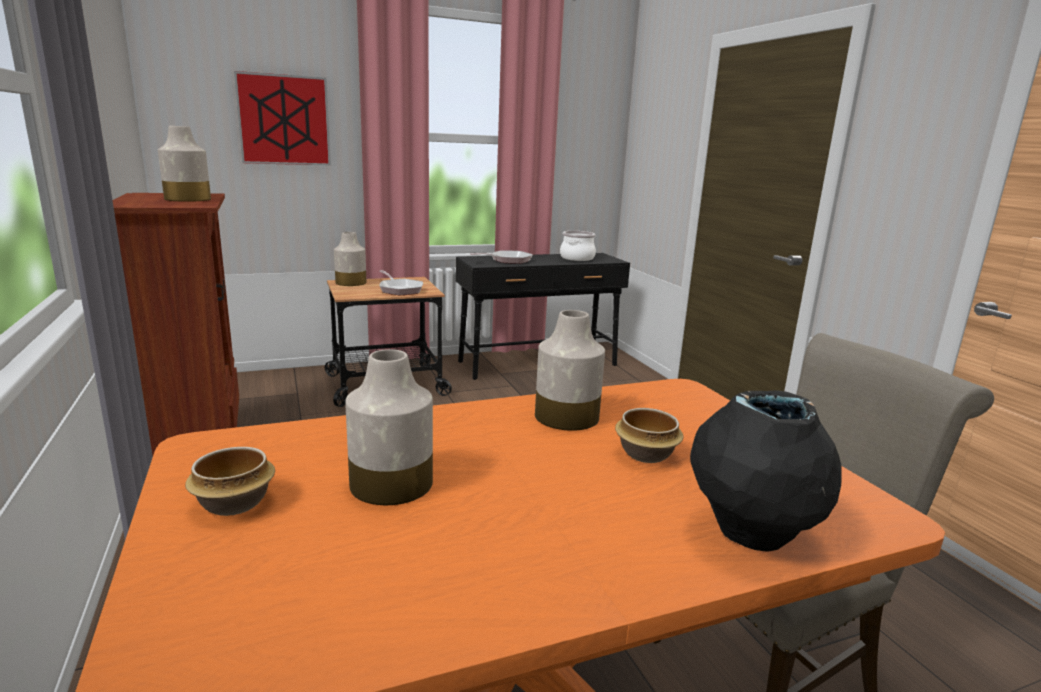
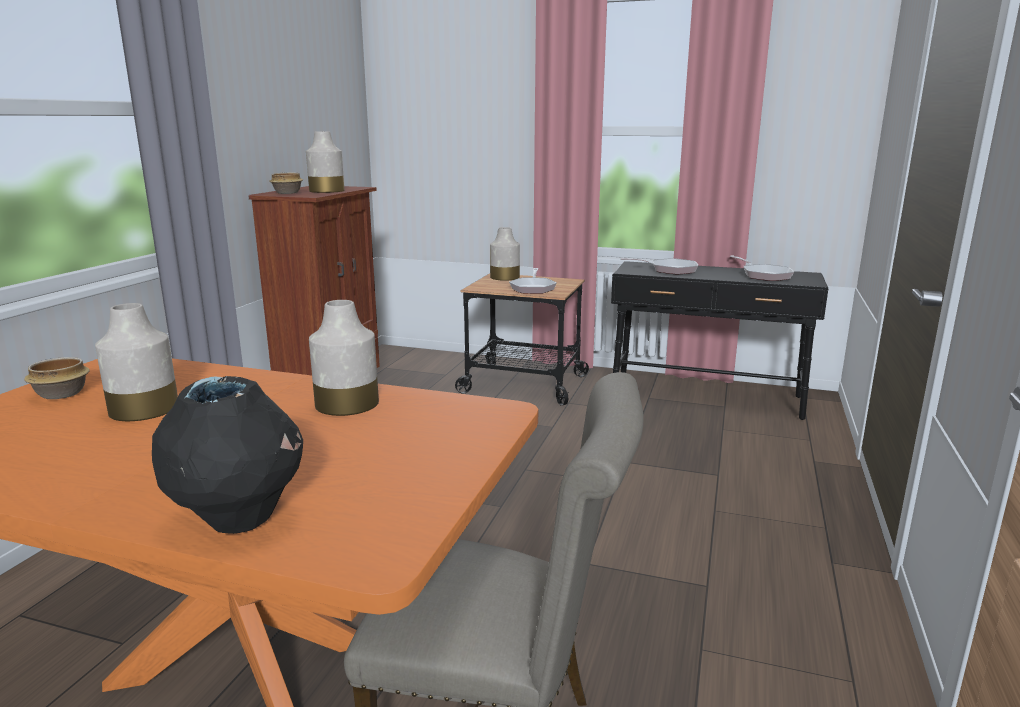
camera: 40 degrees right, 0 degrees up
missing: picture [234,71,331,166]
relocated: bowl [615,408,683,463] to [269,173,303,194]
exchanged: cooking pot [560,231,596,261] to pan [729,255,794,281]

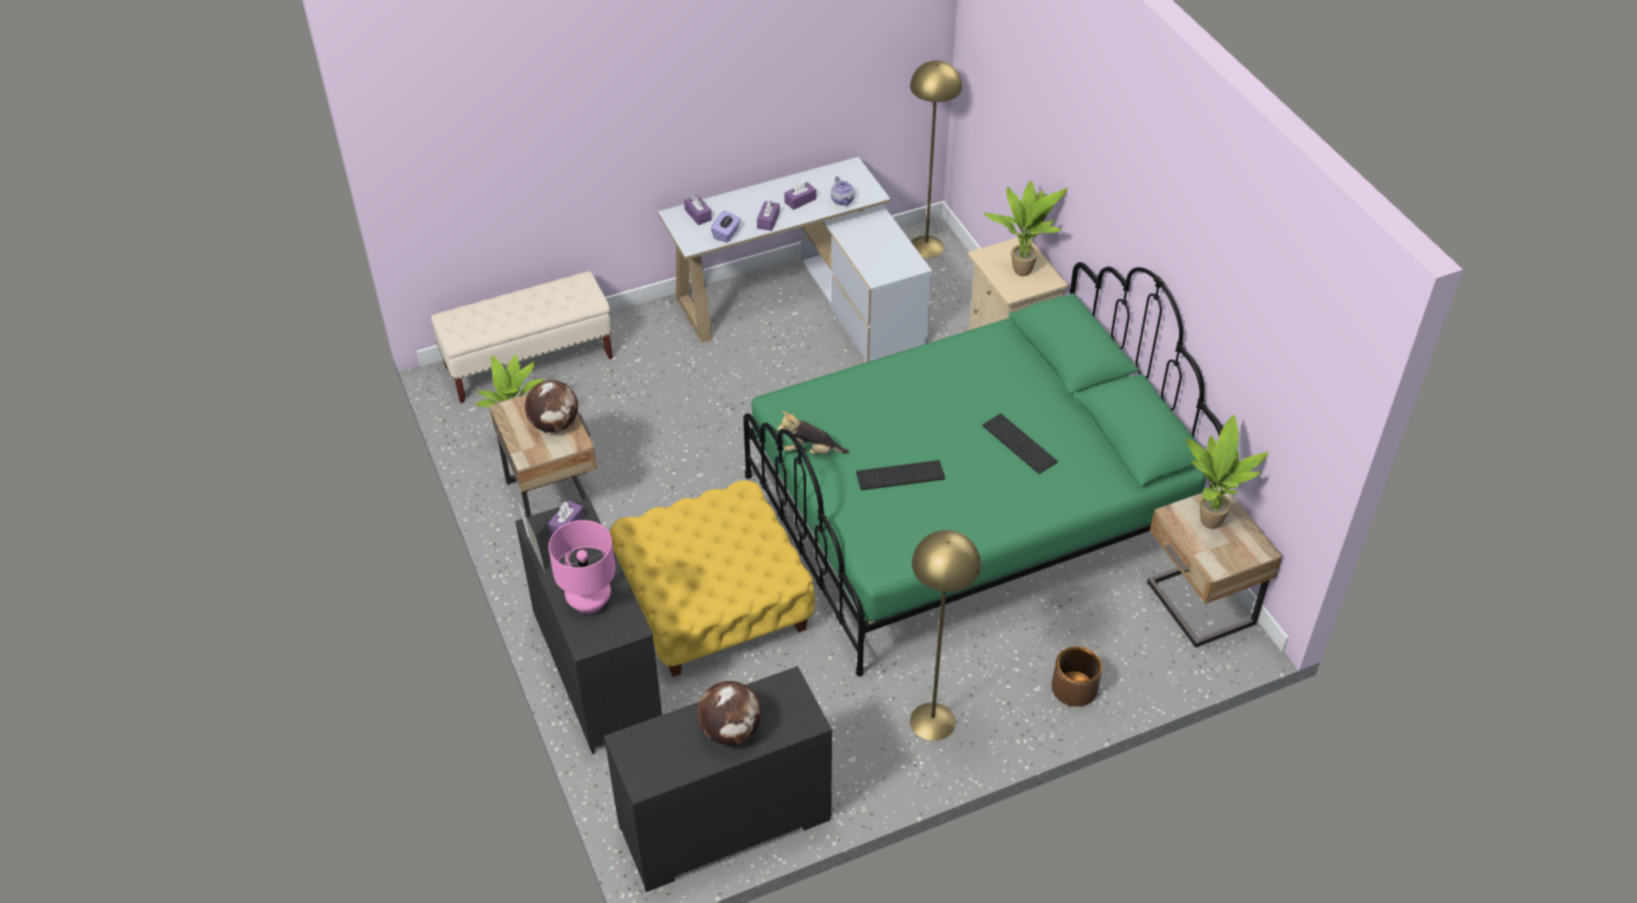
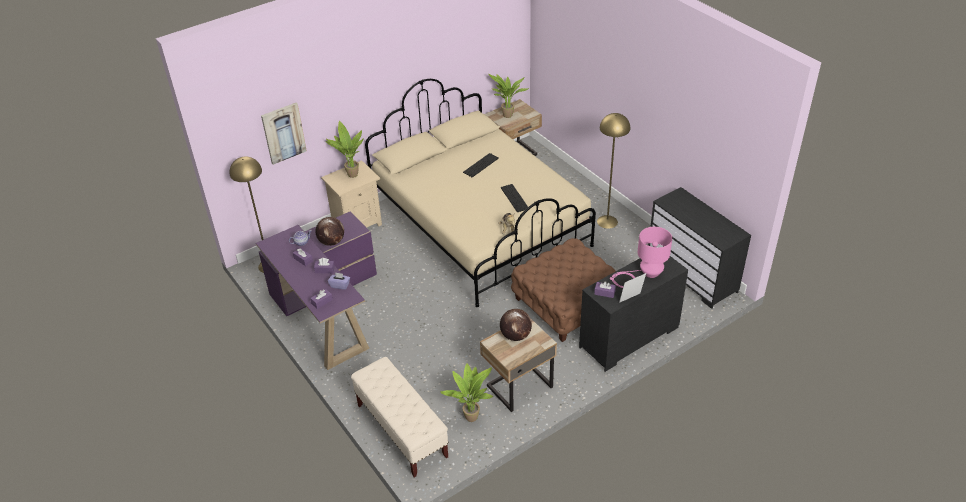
camera: 100 degrees left, 5 degrees down
missing: brown flower pot [1052,646,1102,707]
appeared: picture [261,103,307,165]
relocated: world globe [698,681,761,745] to [316,217,344,246]
colour: white desk unit [658,157,932,362] to purple desk unit [256,211,377,370]; greenish sleeping bed [743,262,1223,676] to beige sleeping bed [365,79,596,307]; yellow pouffe [610,480,815,677] to brown pouffe [511,238,616,342]

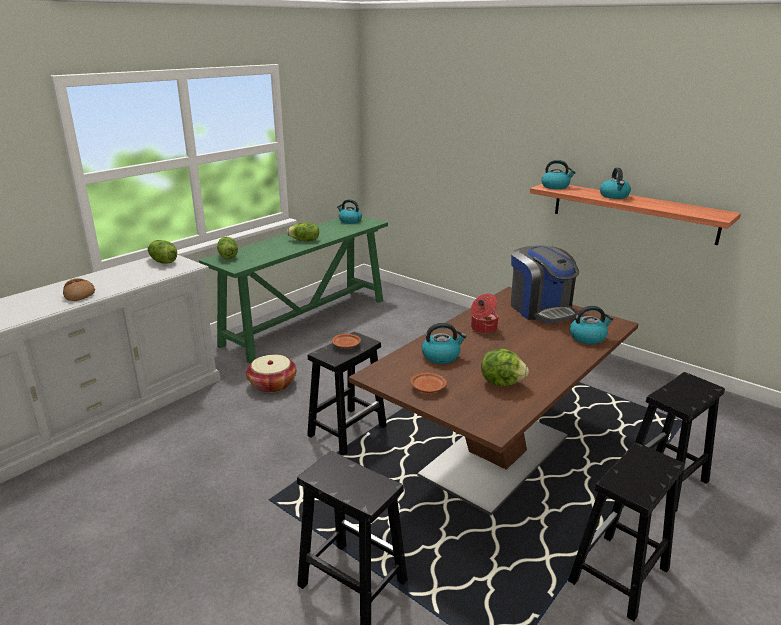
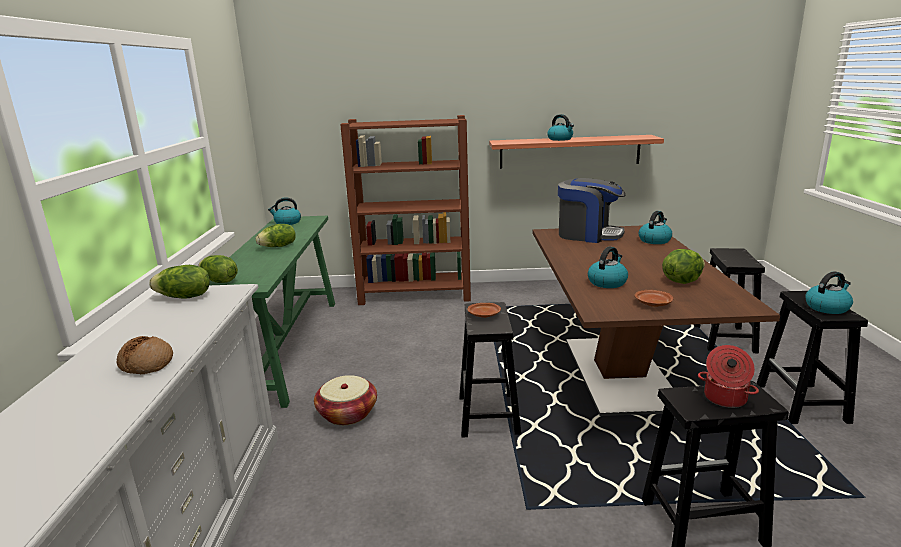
camera: 40 degrees left, 5 degrees down
appeared: brown bookcase [340,115,471,305]
relocated: cooking pot [471,293,499,334] to [698,345,759,408]; kettle [542,160,576,189] to [805,271,853,314]

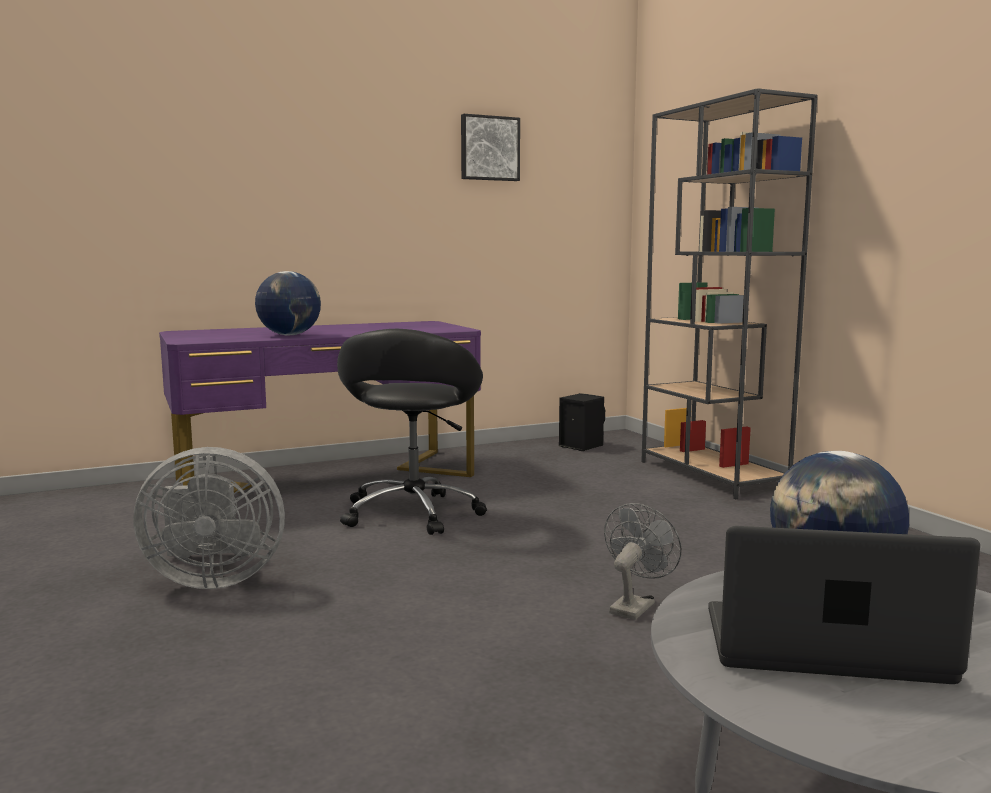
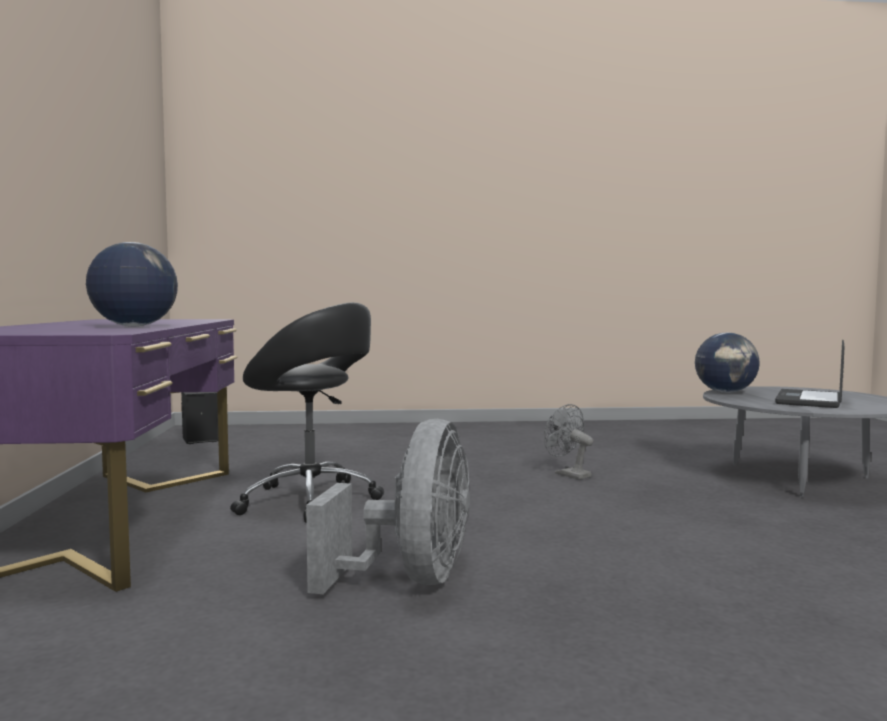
camera: 70 degrees left, 5 degrees down
missing: picture [461,114,520,181]; bookcase [641,88,817,499]

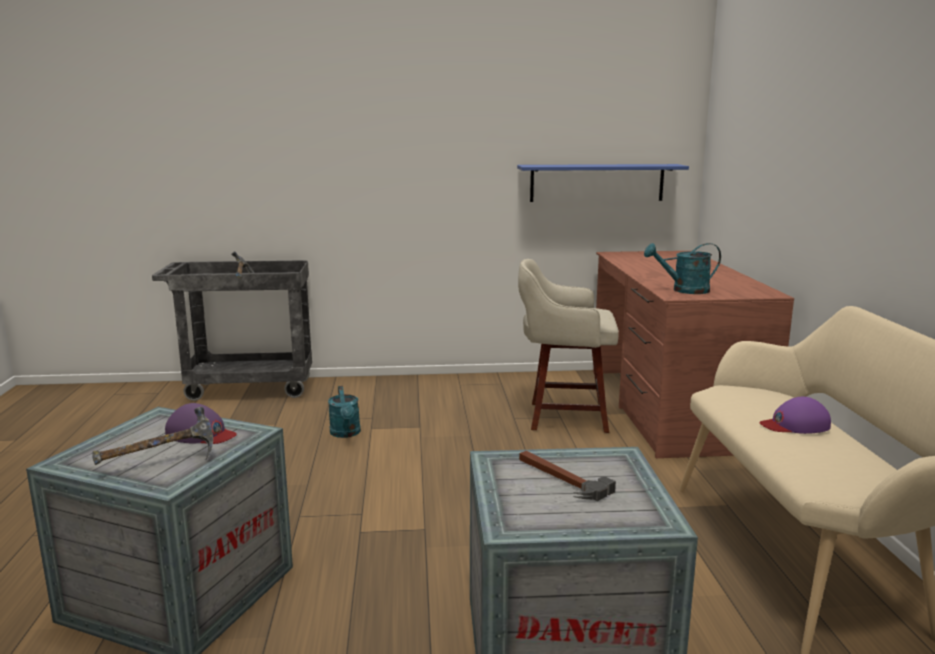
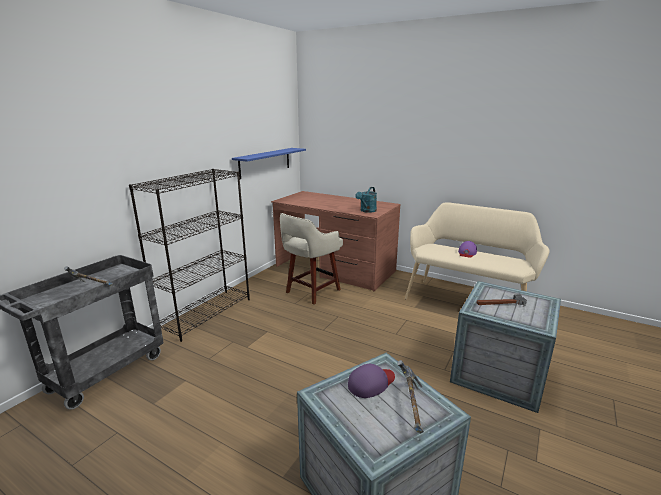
camera: 55 degrees left, 5 degrees up
missing: blue-green sprinkling can [328,386,361,438]
appeared: black bookcase [129,169,250,342]

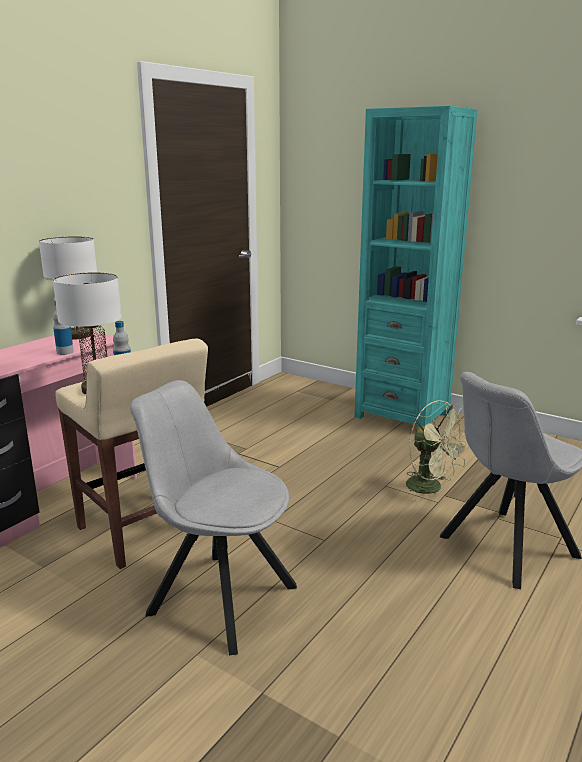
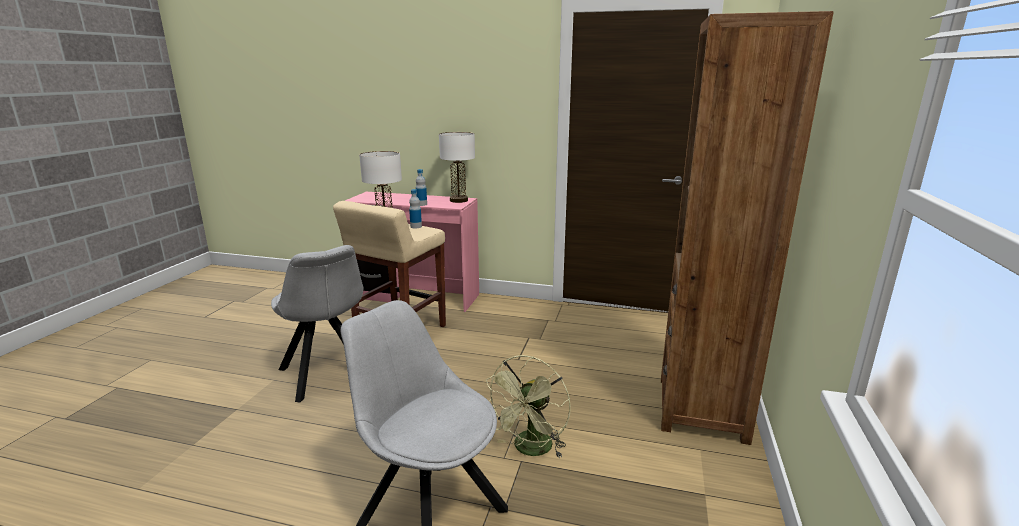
camera: 70 degrees right, 0 degrees up
colour: blue-green bookcase [354,106,477,427] to brown bookcase [661,11,834,445]
spun: grey upright chair [130,380,297,655] = [271,245,363,403] 135 degrees clockwise

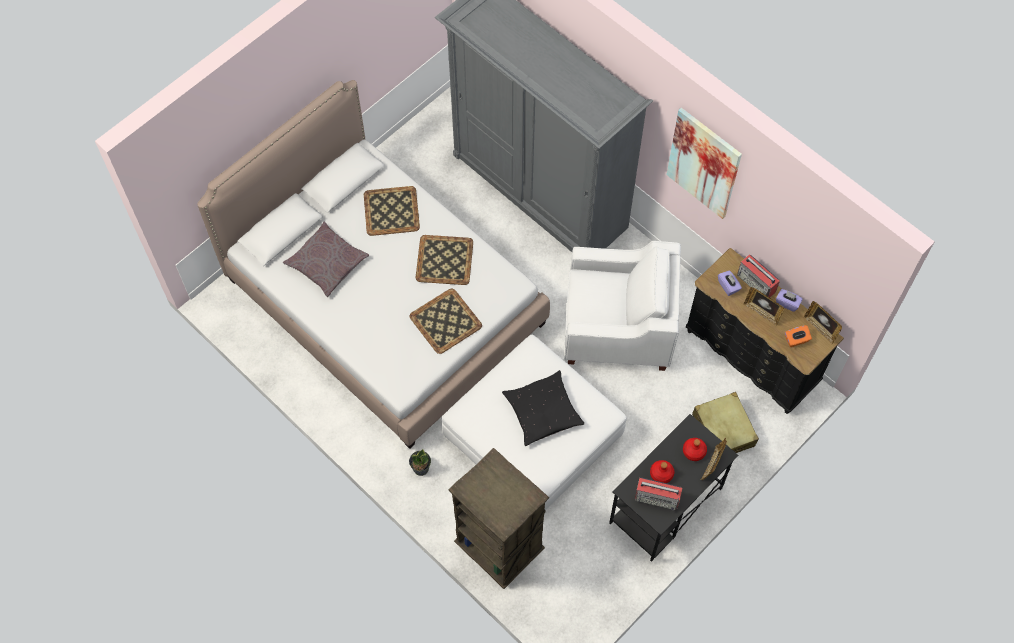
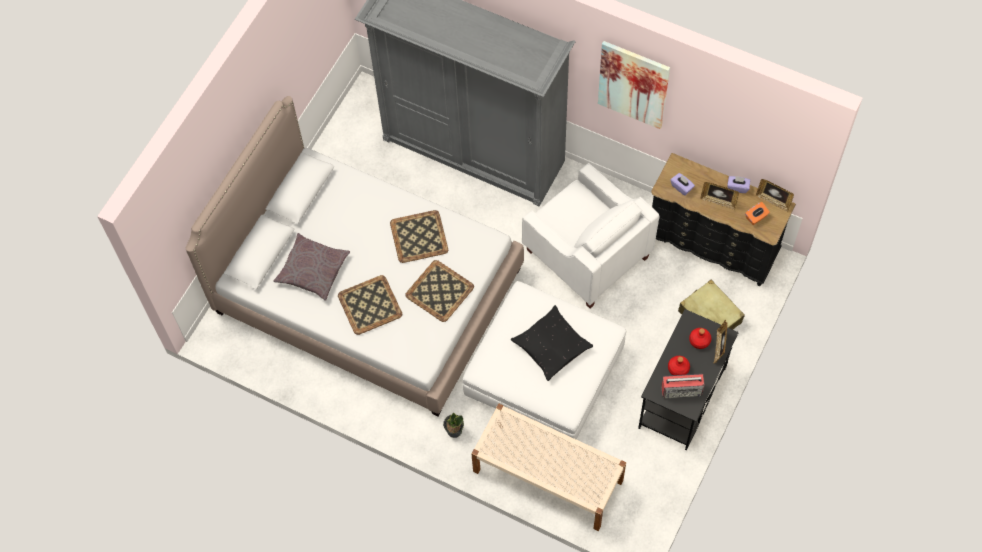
camera: 15 degrees left, 0 degrees up
missing: radio set [737,255,780,298]
relocated: tray [364,186,420,236] to [338,275,402,335]
exchanged: brown bookcase [448,448,549,589] to beige bench [471,403,626,531]
spun: white easy chair [564,241,681,371] = [522,163,660,308] 60 degrees clockwise

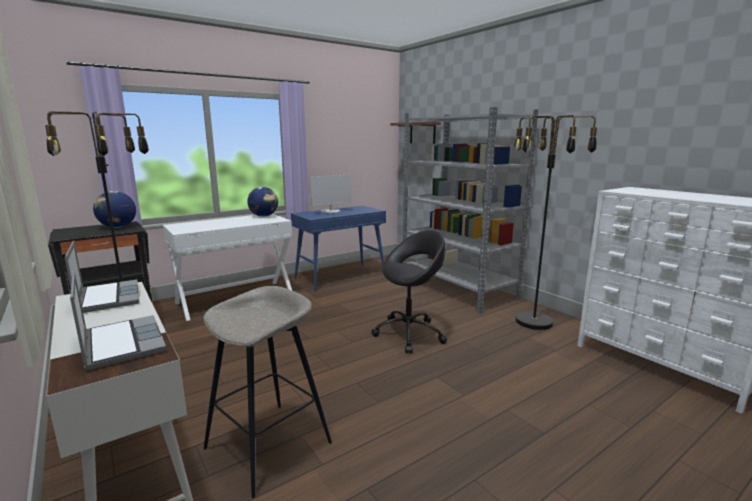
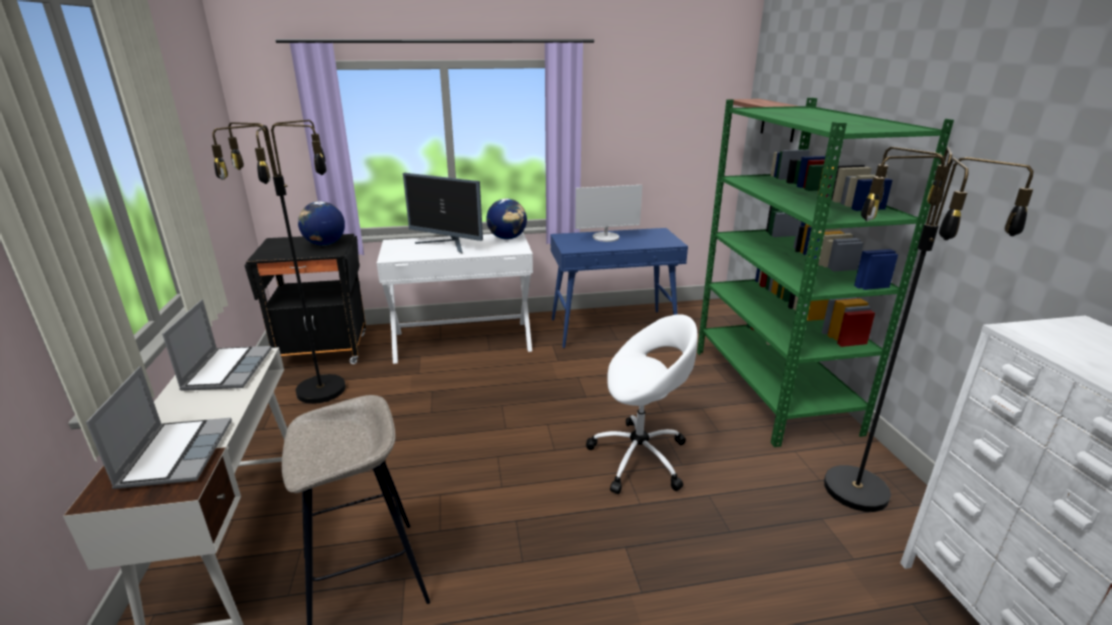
camera: 25 degrees right, 10 degrees up
appeared: computer display [403,173,483,254]
colour: black desk chair [371,230,447,354] to white desk chair [586,314,698,494]; grey bookcase [403,107,538,313] to greenish bookcase [697,98,954,447]

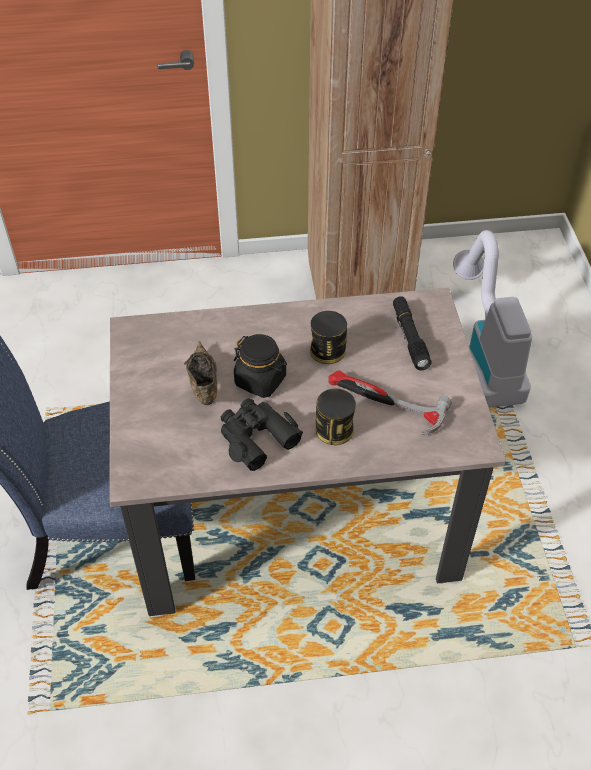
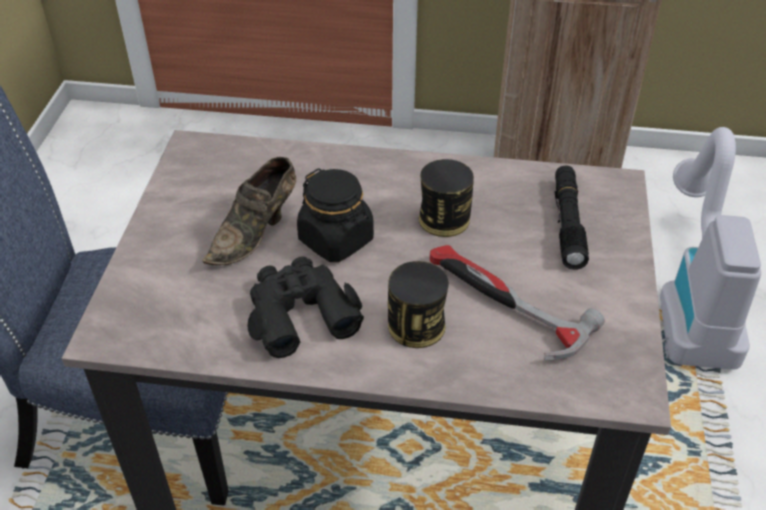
camera: 15 degrees right, 5 degrees down
spun: brown shoe [184,341,217,405] = [202,157,296,265] 150 degrees counterclockwise

